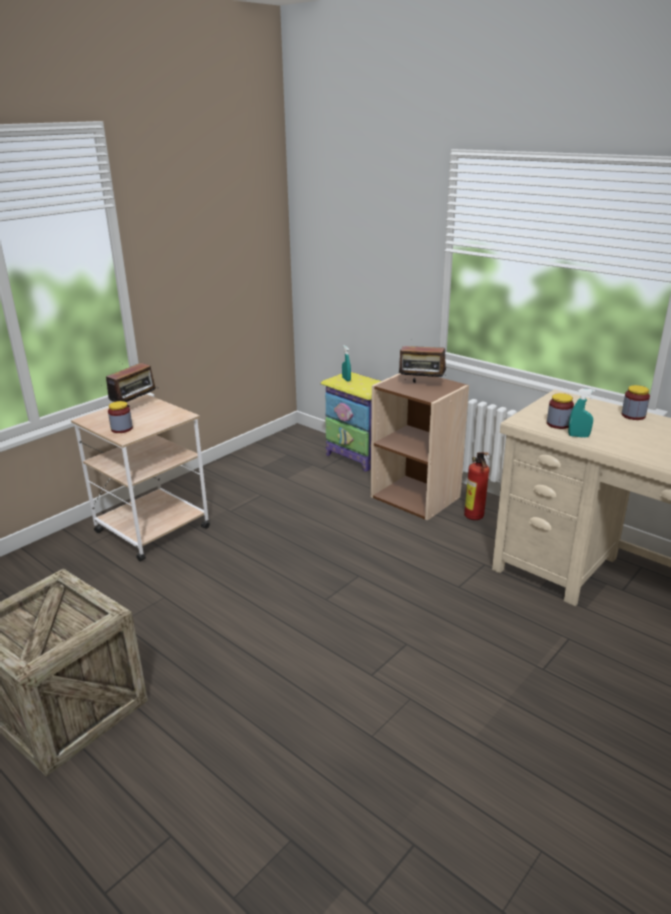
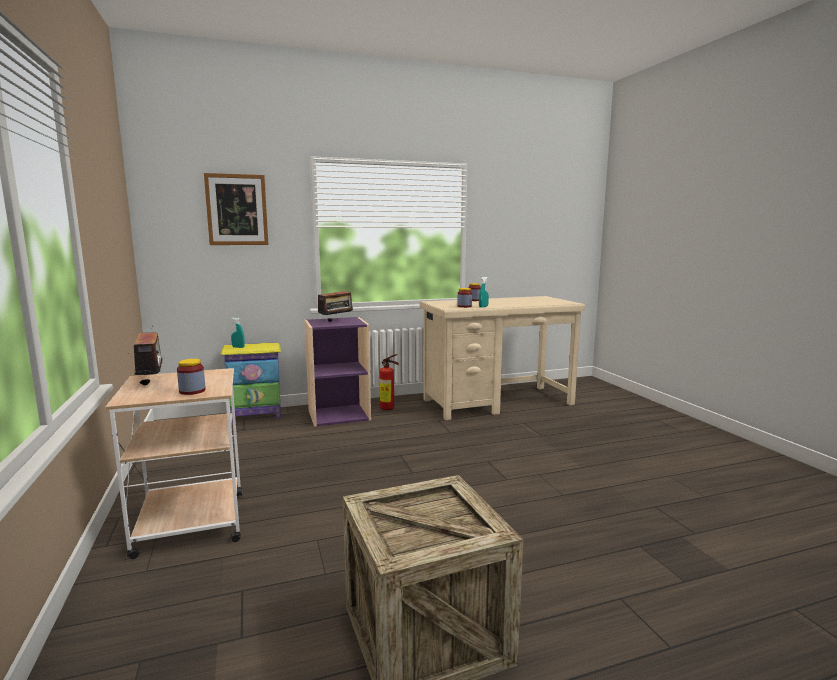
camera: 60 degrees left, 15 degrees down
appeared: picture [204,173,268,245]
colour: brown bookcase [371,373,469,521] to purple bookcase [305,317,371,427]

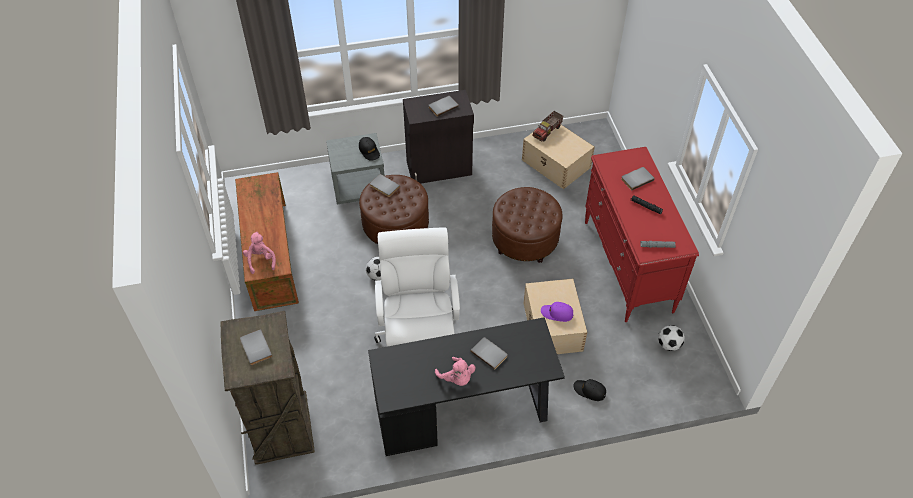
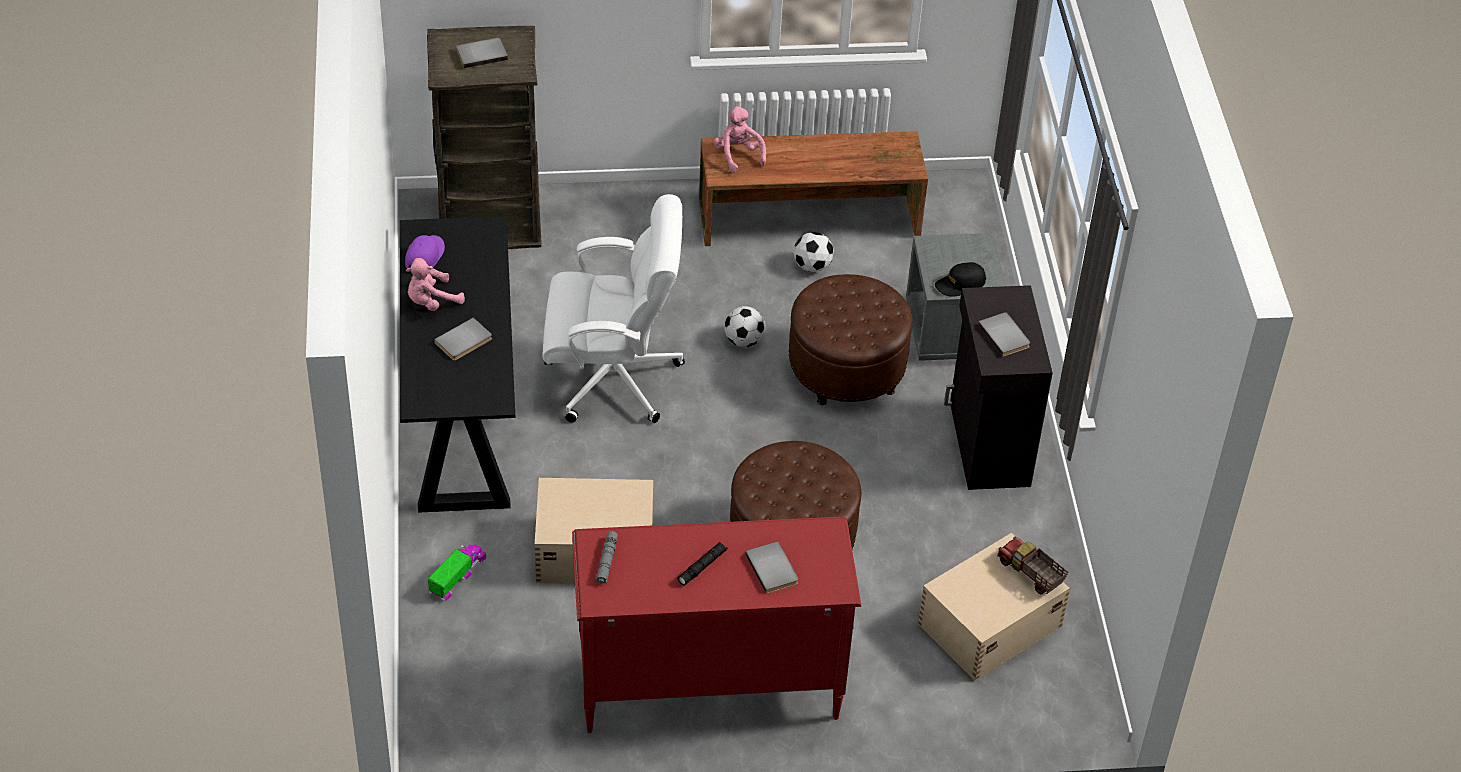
camera: 95 degrees right, 5 degrees down
missing: grey volume [370,174,400,197]
relocated: purple baseball cap [541,302,573,322] to [405,235,445,269]; ball for football [658,325,685,351] to [794,232,834,272]
exchanged: black baseball cap [573,379,606,401] to model truck [428,544,486,601]
spun: pinkish plush toy [243,232,276,274] = [713,106,766,173] 105 degrees counterclockwise

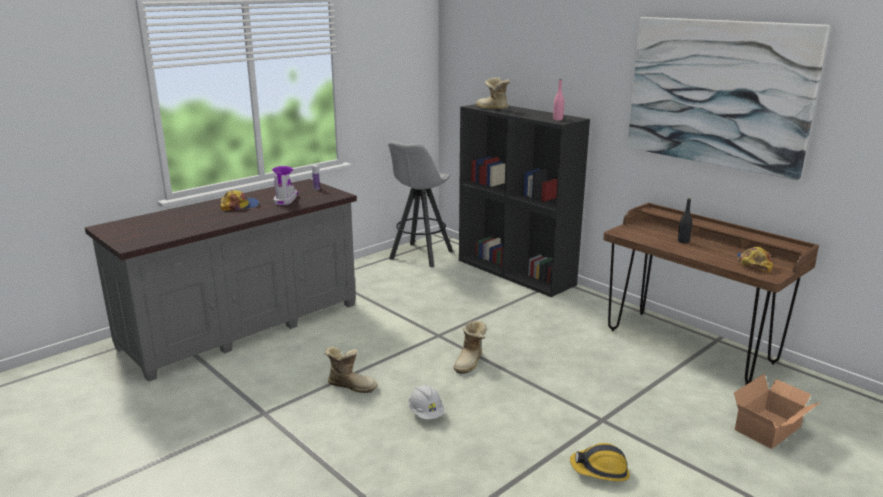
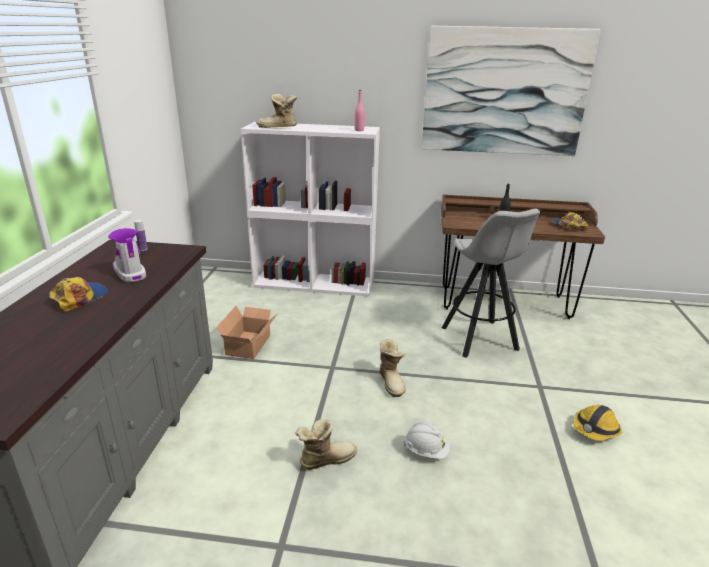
camera: 40 degrees left, 5 degrees up
relocated: cardboard box [734,374,821,449] to [217,306,278,359]; grey stool seat [388,141,453,267] to [442,209,540,358]
colour: black bookcase [459,104,590,297] to white bookcase [241,122,380,297]

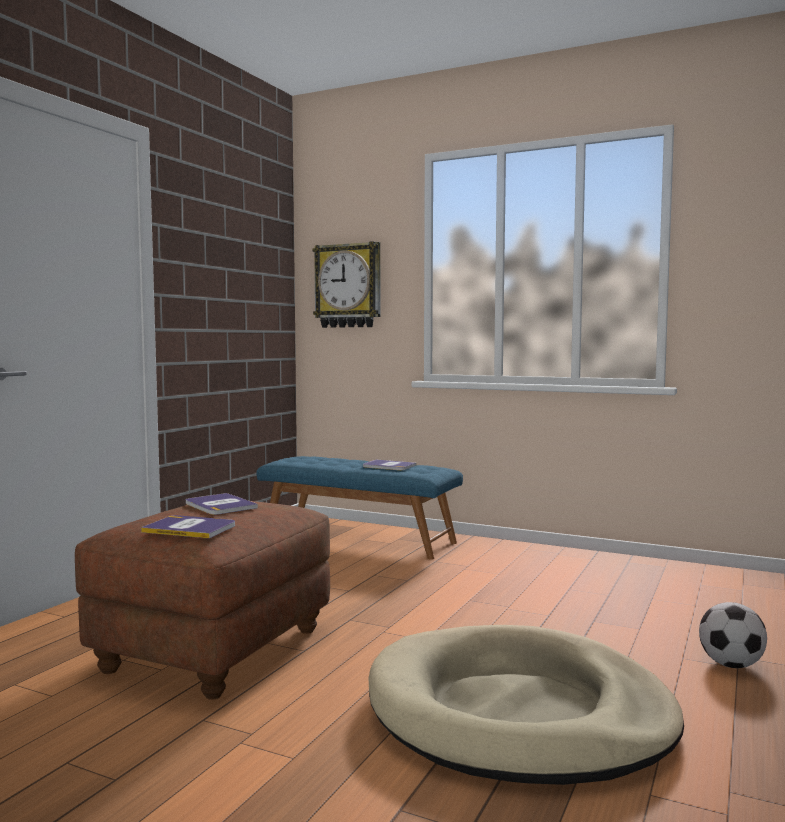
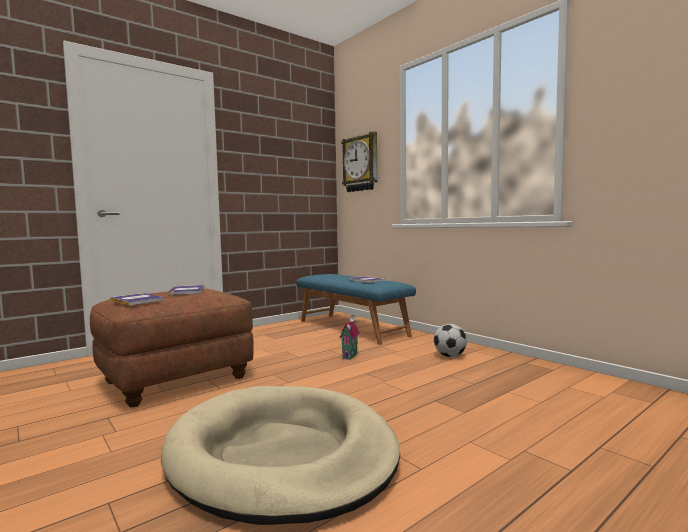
camera: 25 degrees right, 0 degrees up
appeared: toy house [339,315,360,360]
relocated: ball for football [699,602,767,668] to [434,324,467,357]

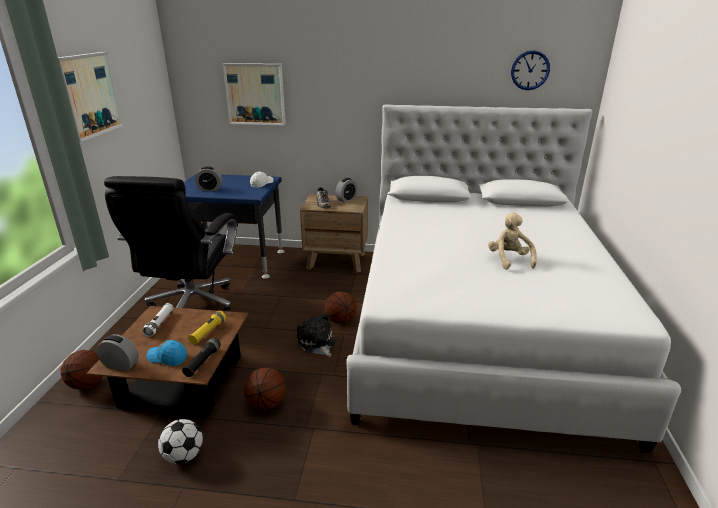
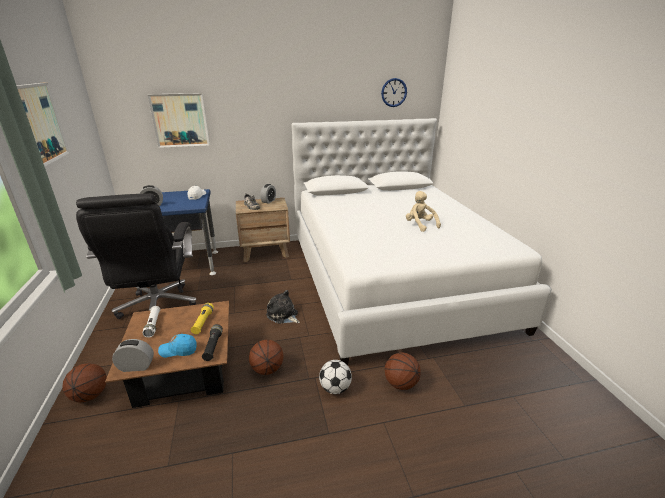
camera: 20 degrees left, 0 degrees up
relocated: ball for football [158,419,203,464] to [319,360,352,394]; ball for basketball [325,291,357,324] to [385,352,421,390]

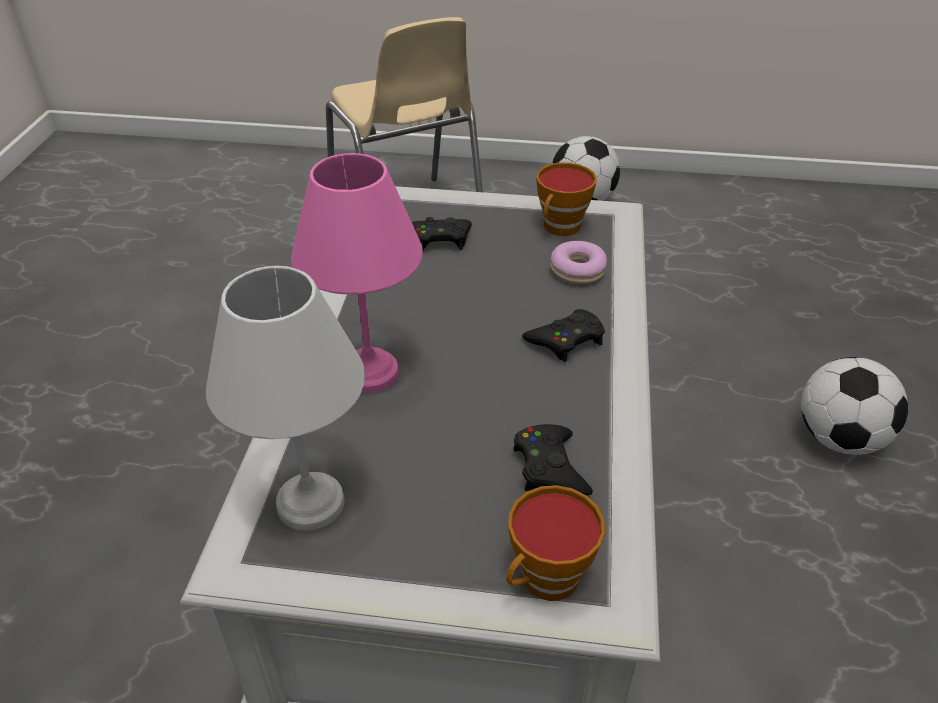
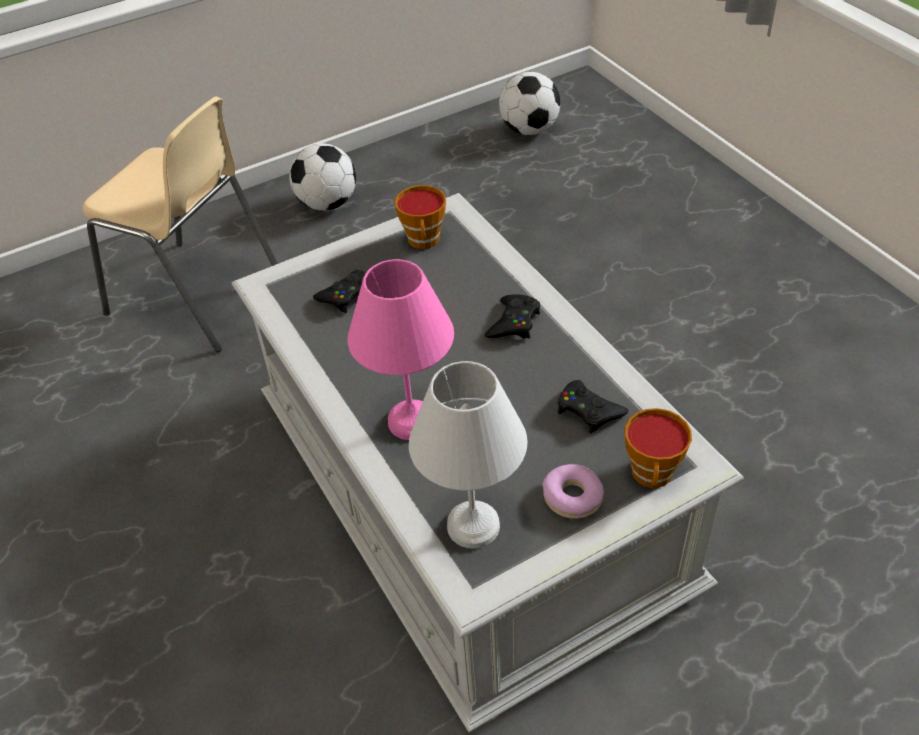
camera: 35 degrees left, 5 degrees up
relocated: ball for football [801,357,908,455] to [499,72,560,135]; doughnut [550,241,607,284] to [543,464,604,519]

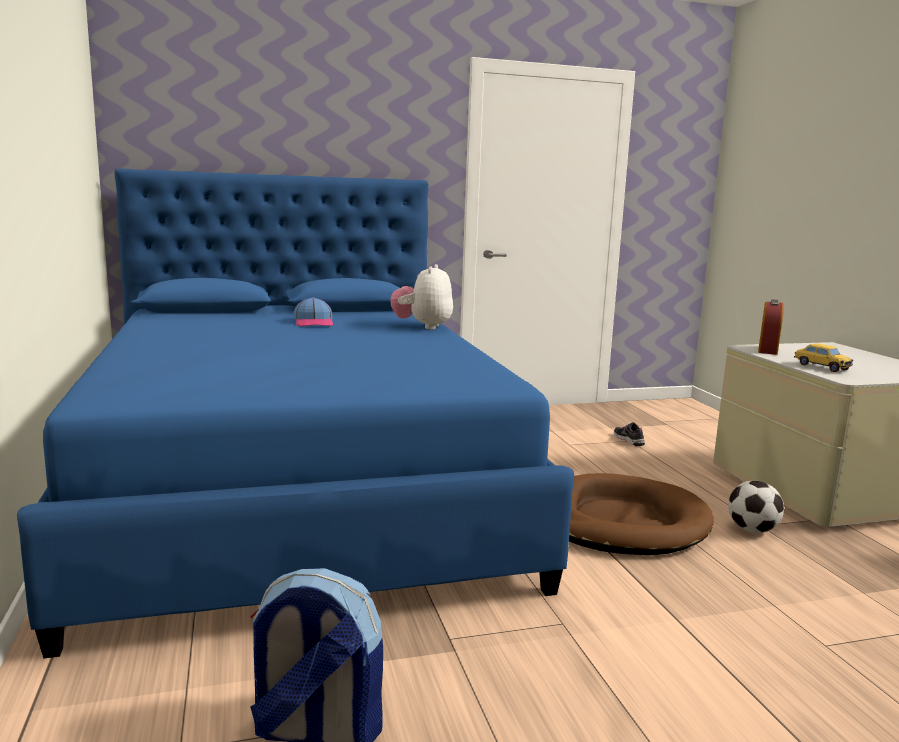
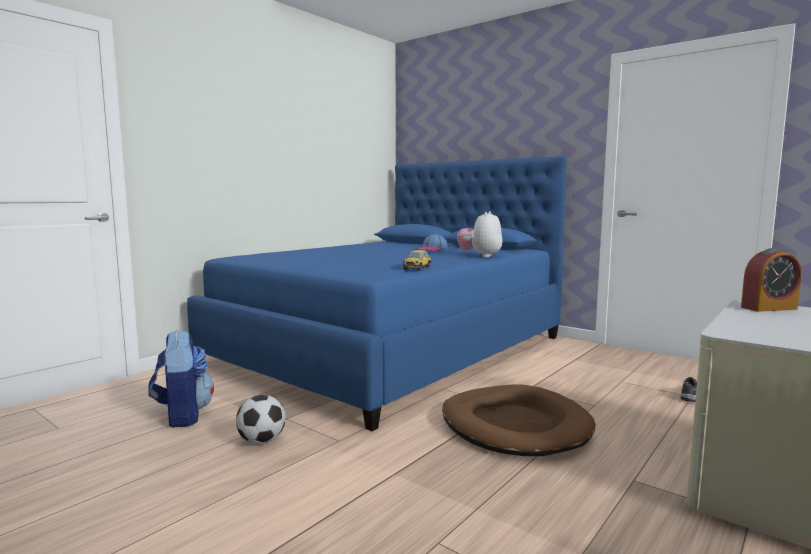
camera: 55 degrees right, 5 degrees down
relocated: ball for football [728,481,784,533] to [236,395,286,444]; toy car [794,343,853,372] to [403,250,432,271]
spun: plush toy [391,264,453,329] = [457,211,502,258] 45 degrees counterclockwise

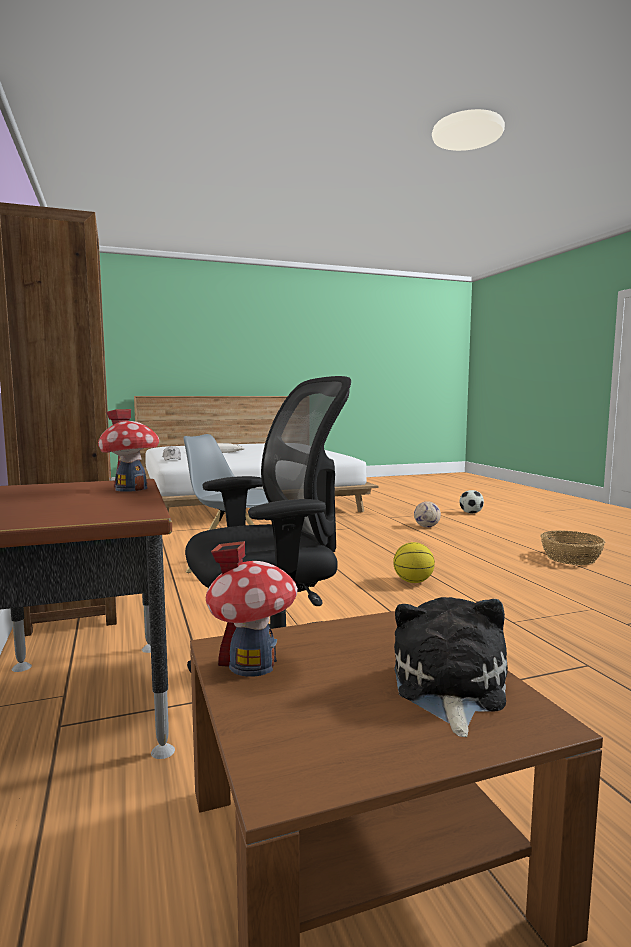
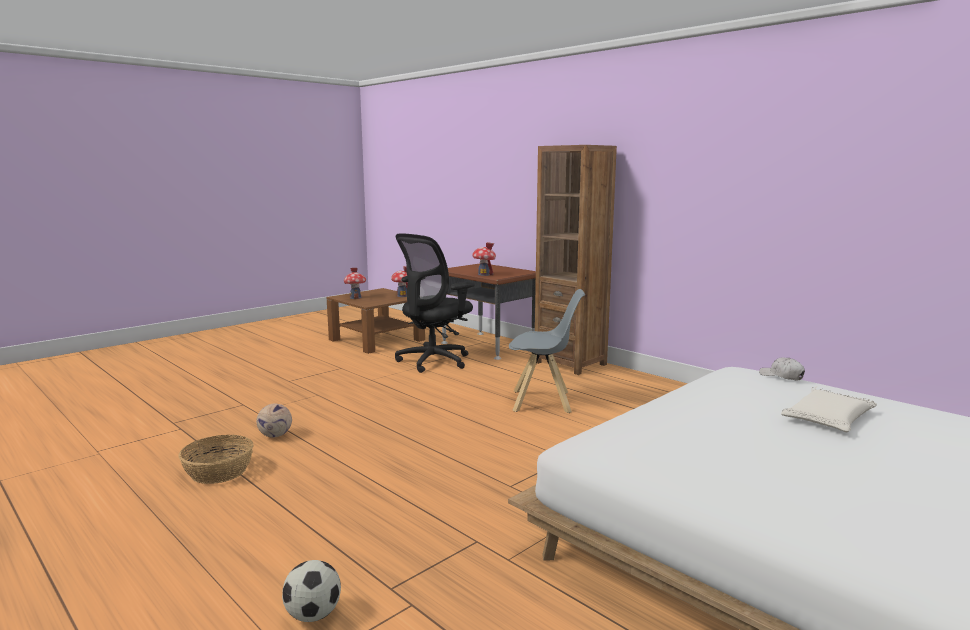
camera: 155 degrees right, 5 degrees up
missing: ball for basketball [393,542,435,583]
relocated: ball for football [414,501,441,527] to [256,403,292,438]
exchanged: plush toy [394,597,508,737] to toy house [344,268,366,299]

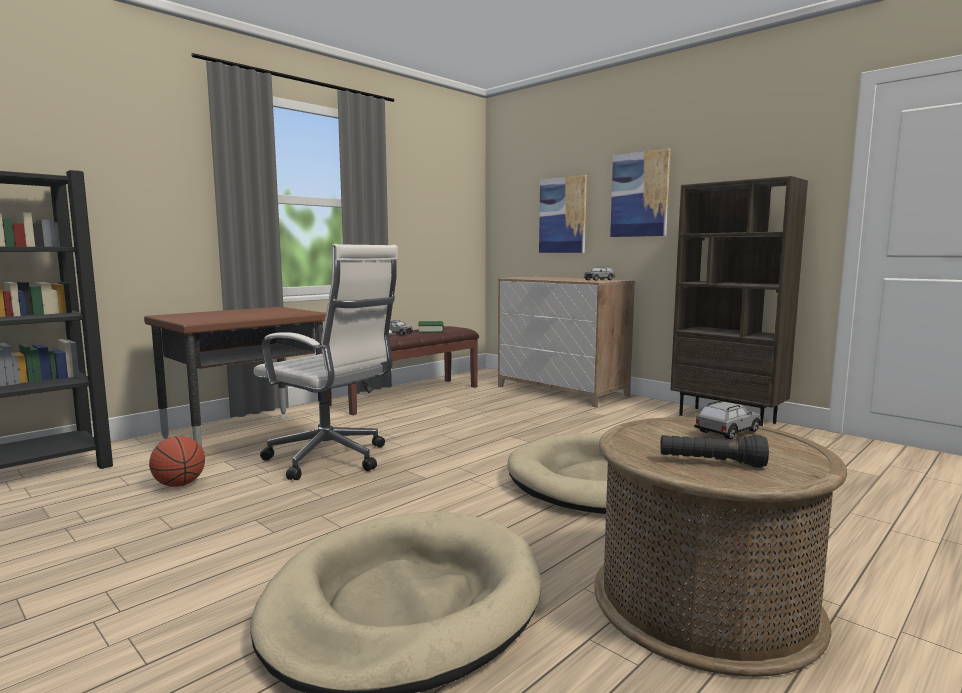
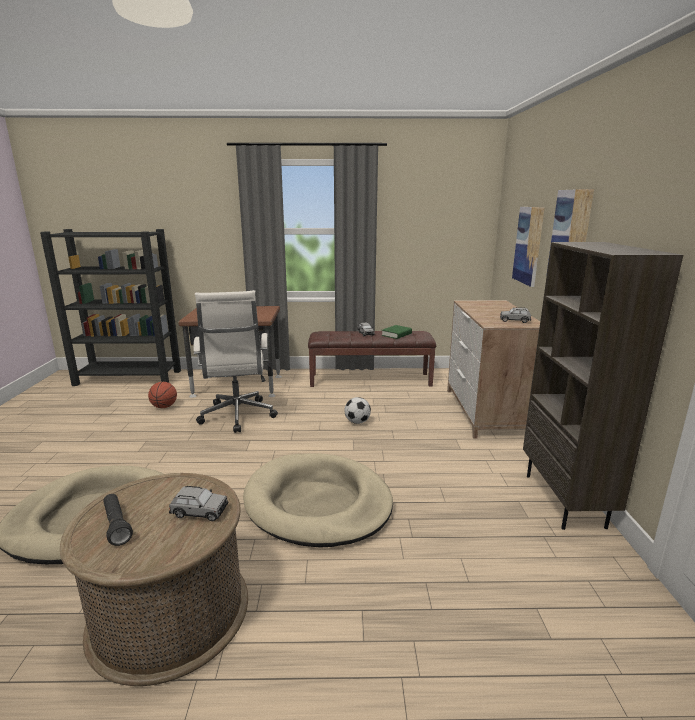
camera: 45 degrees right, 10 degrees up
appeared: ball for football [344,397,371,424]

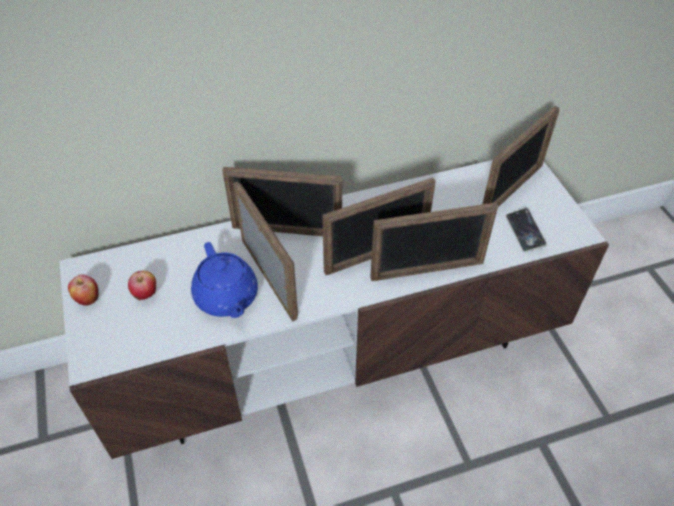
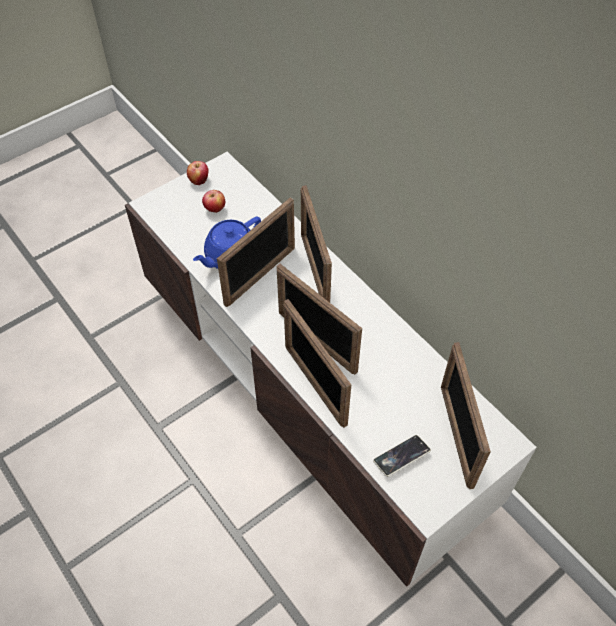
camera: 70 degrees right, 5 degrees up
spun: photo frame [482,106,559,207] = [441,342,491,489] 60 degrees clockwise

